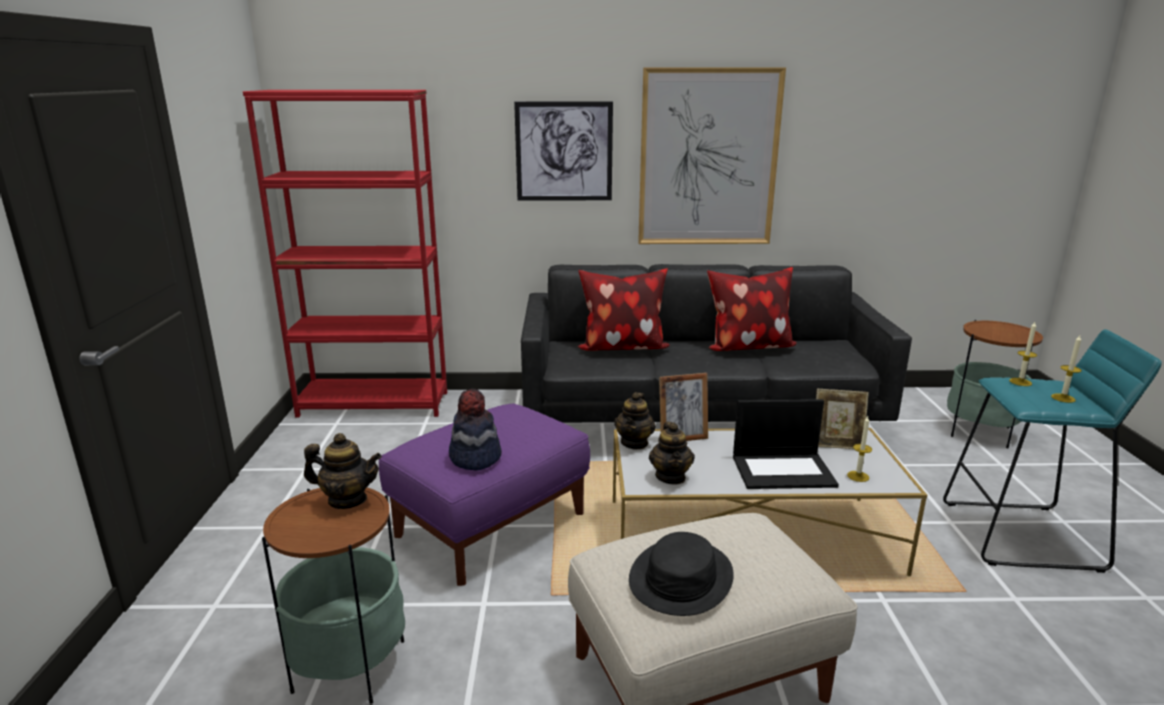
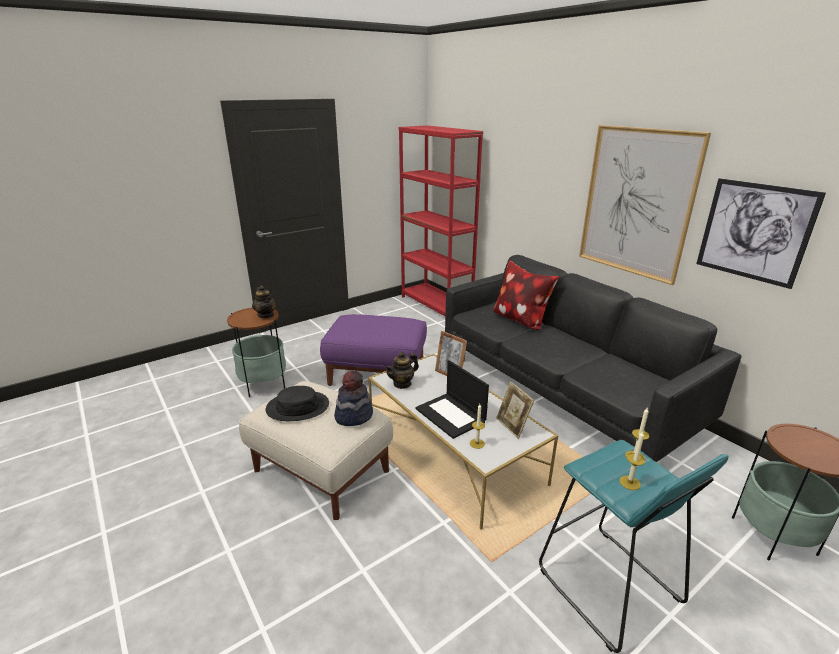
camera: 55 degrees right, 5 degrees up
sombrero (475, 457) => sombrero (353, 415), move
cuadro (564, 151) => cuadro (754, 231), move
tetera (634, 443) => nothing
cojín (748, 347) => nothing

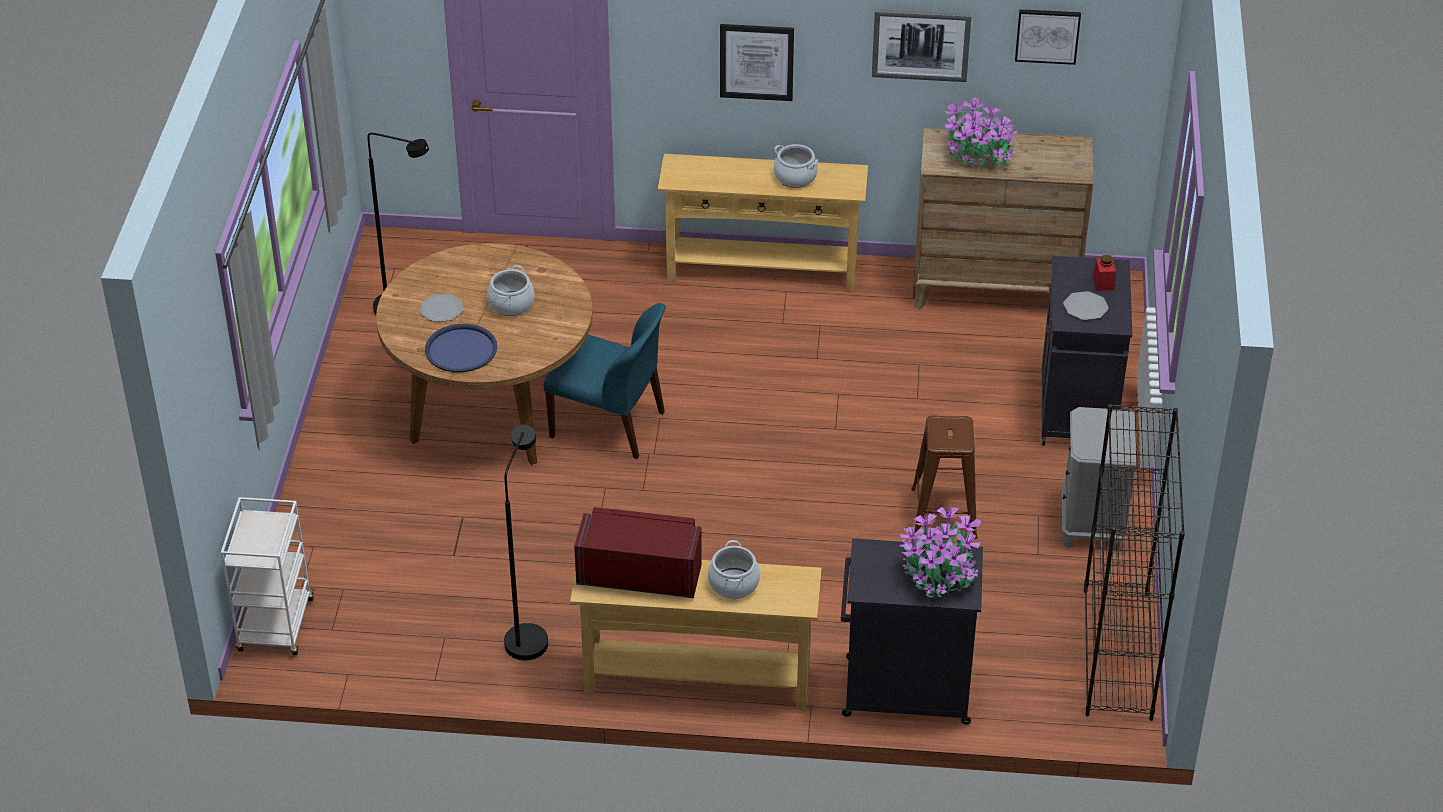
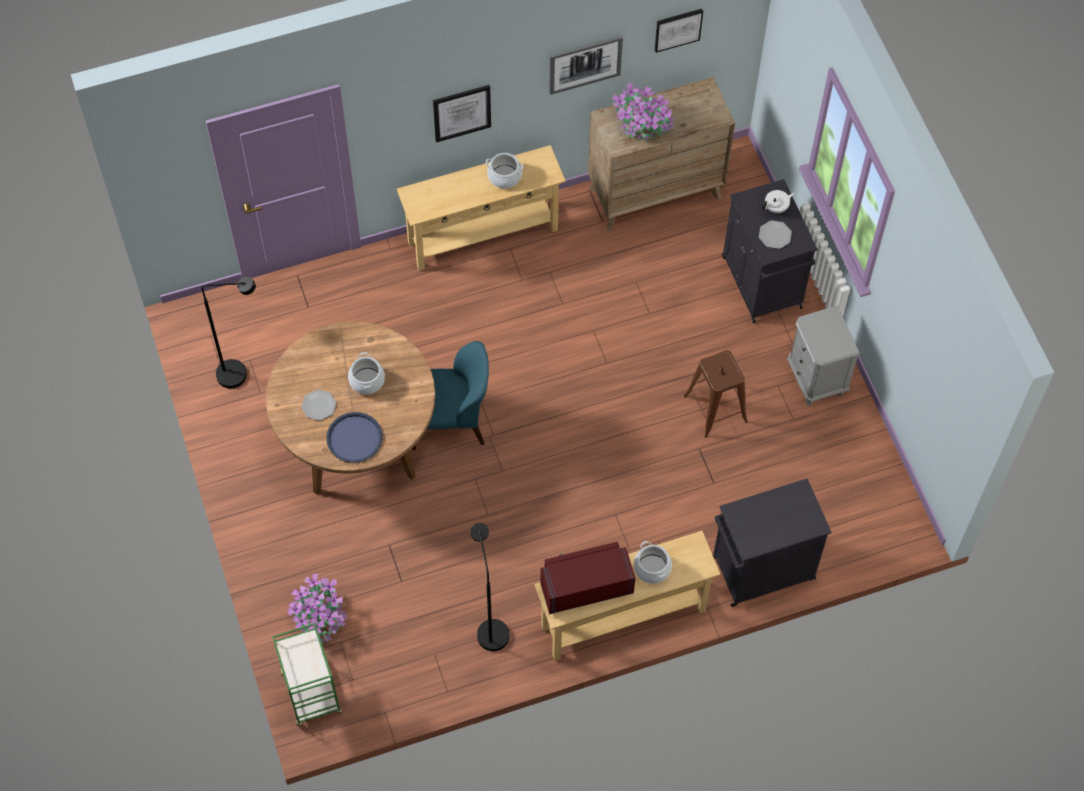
camera: 25 degrees left, 20 degrees up
carrito/blanco (276, 626) => carrito/verde (312, 693)
planta en maceta (939, 573) => planta en maceta (319, 617), move
estantería/negro (1118, 654) => nothing
tarro/rojo (1103, 283) => tetera/blanco (776, 207)

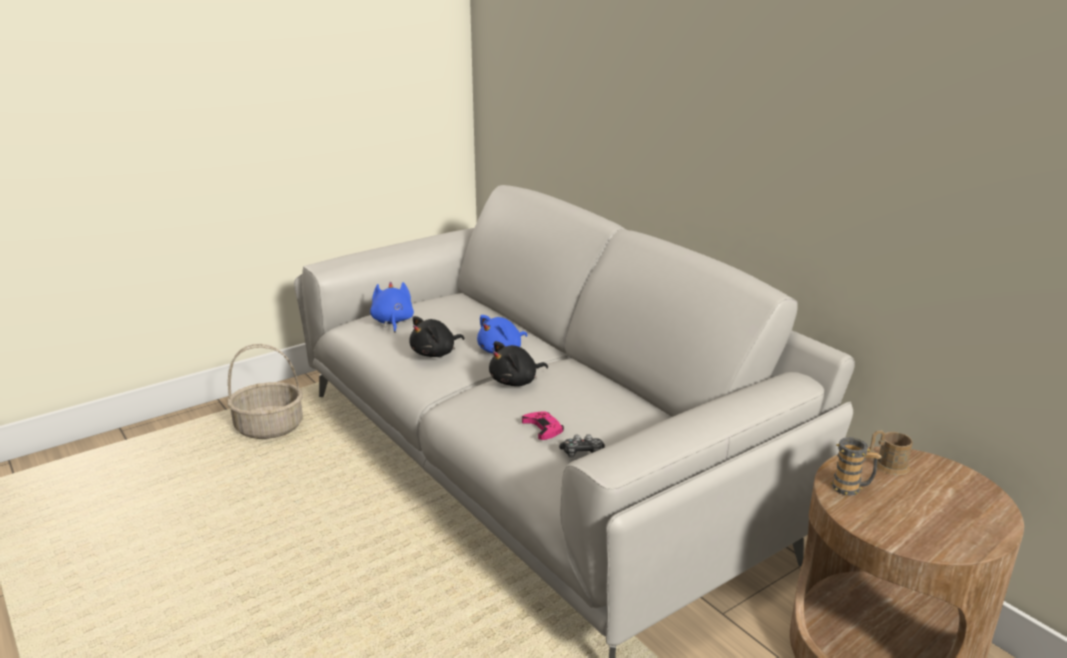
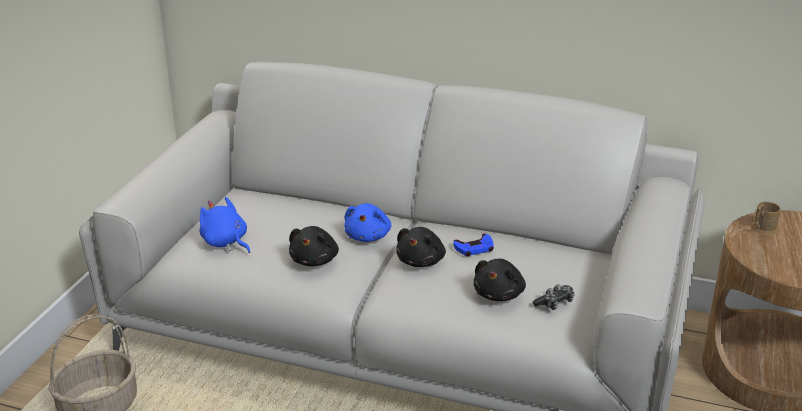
camera: 35 degrees left, 5 degrees up
mando de consola/rosa (543, 428) => peluche/negro (499, 294)
taza grande (851, 488) => nothing
nothing => mando de consola/azul (474, 248)

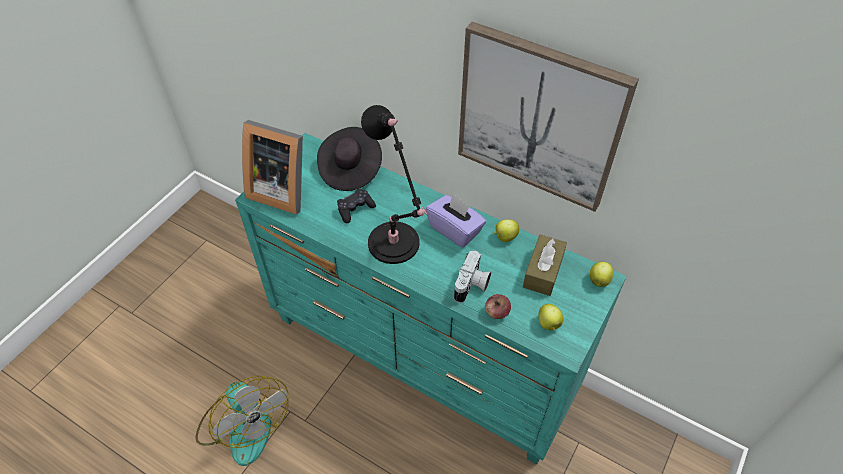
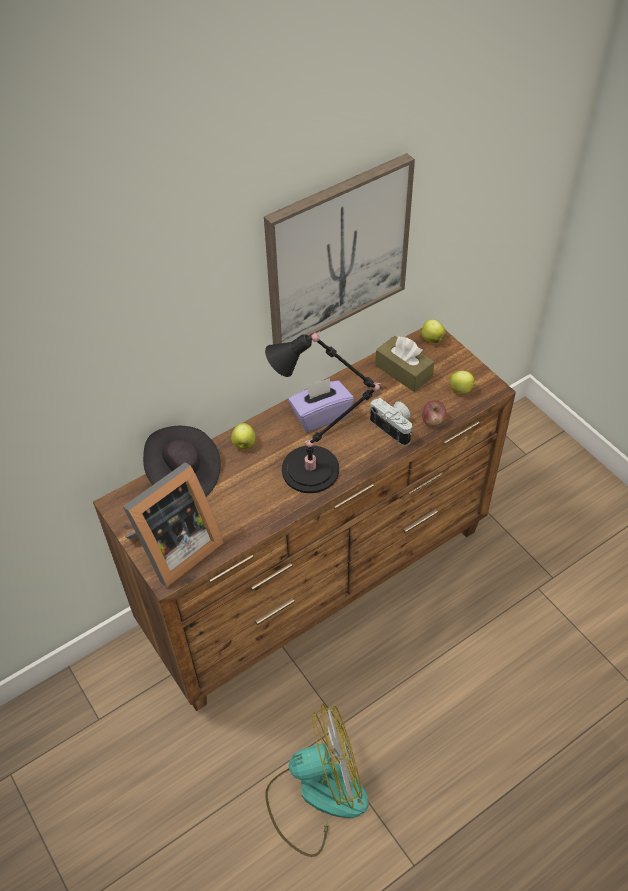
camera: 65 degrees left, 0 degrees up
cómoda/turquesa (422, 356) => cómoda/marrón (318, 582)
mando de consola/negro (355, 209) => nothing
manzana (505, 237) => manzana (244, 444), move

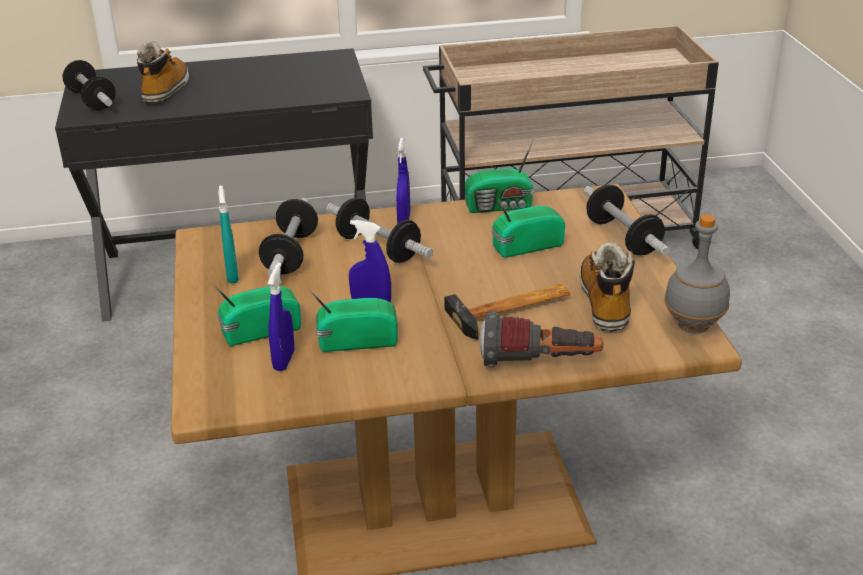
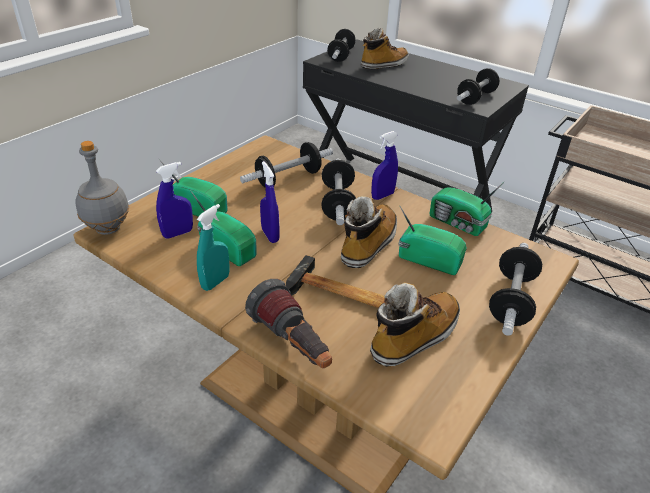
camera: 45 degrees right, 5 degrees up
pulverizador/turquesa (232, 275) => pulverizador/turquesa (215, 282), move
botella/gris (694, 327) => botella/gris (108, 229), move
nothing => bota (368, 244)
nothing => mancuerna (476, 98)

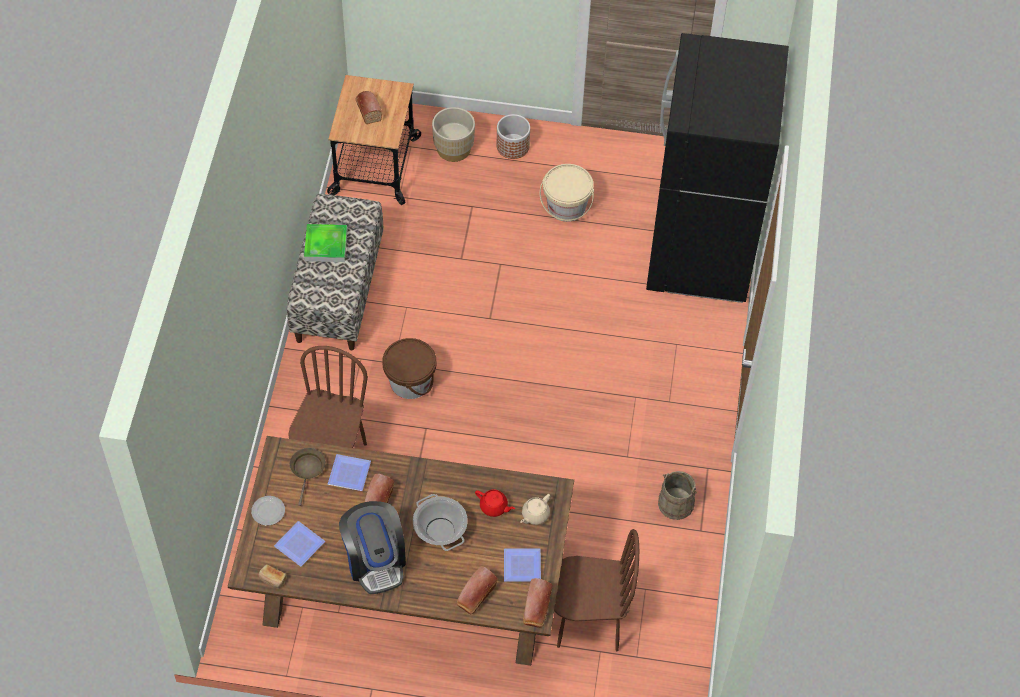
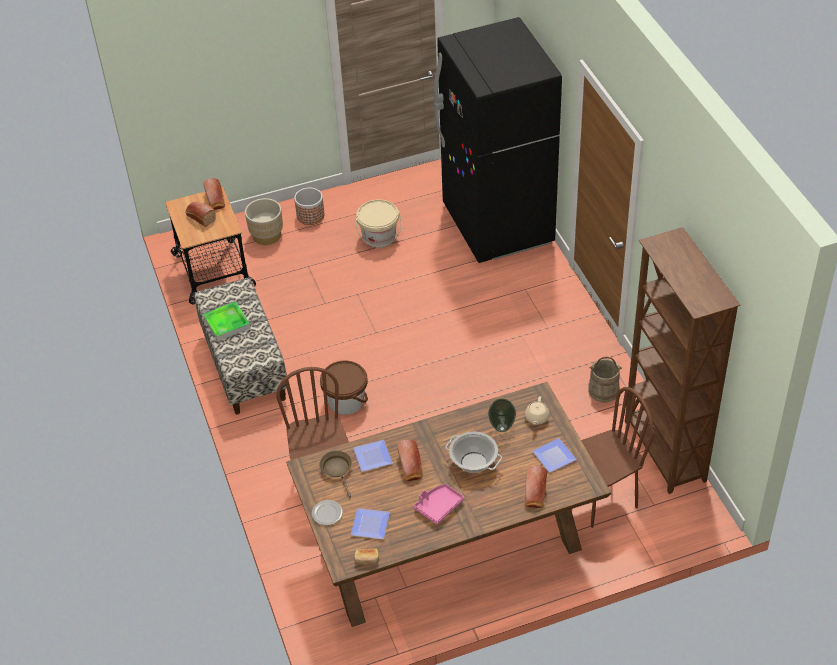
camera: 25 degrees left, 10 degrees down
cafetera (375, 560) => bandeja/rosa (438, 506)
tetera/rojo (494, 507) => florero (502, 427)
pan (536, 609) => pan (215, 200), move
nothing => estantería/marrón (664, 452)

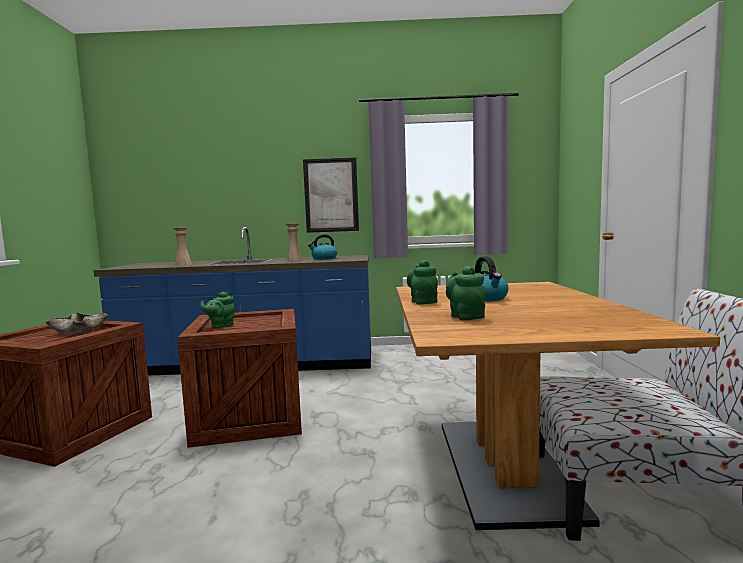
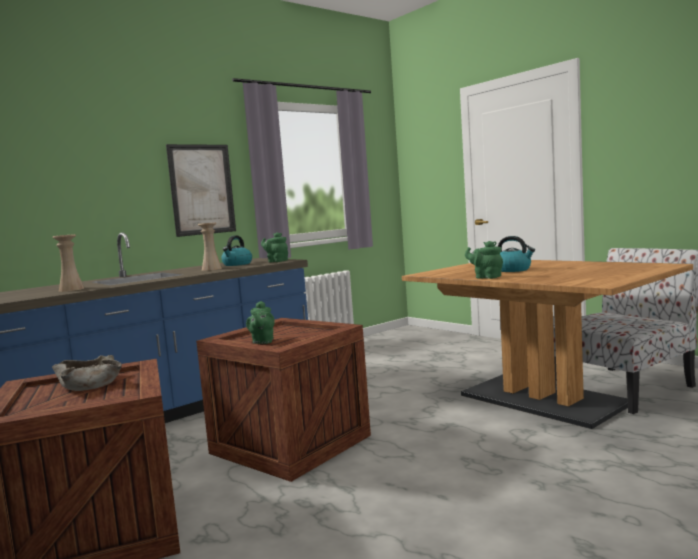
camera: 40 degrees left, 0 degrees up
tetera/verde (465, 316) => tetera/verde (276, 261), move

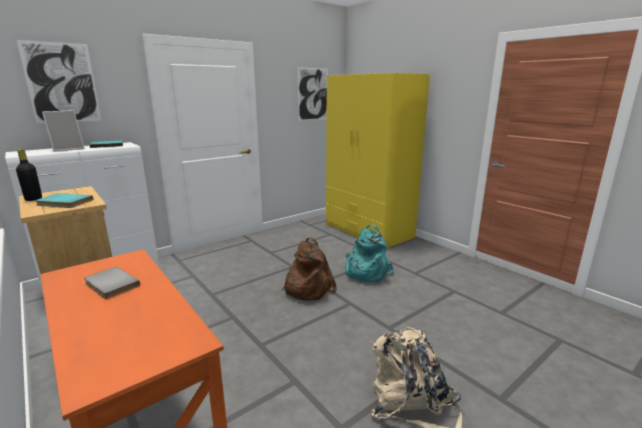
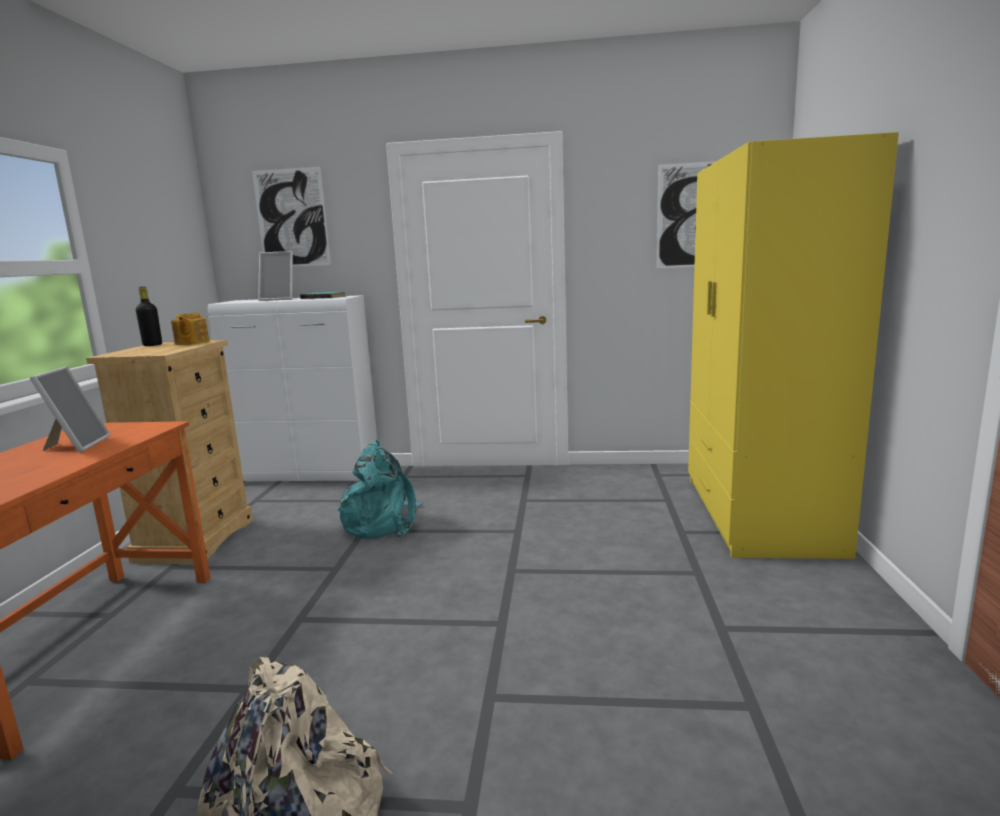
camera: 45 degrees right, 5 degrees down
libro/turquesa (63, 203) => nothing
libro/gris (110, 285) => portarretratos (76, 445)
mochila/marrón (307, 288) => nothing
mochila/turquesa (365, 272) => mochila/turquesa (382, 522), move
nothing => tetera (191, 343)

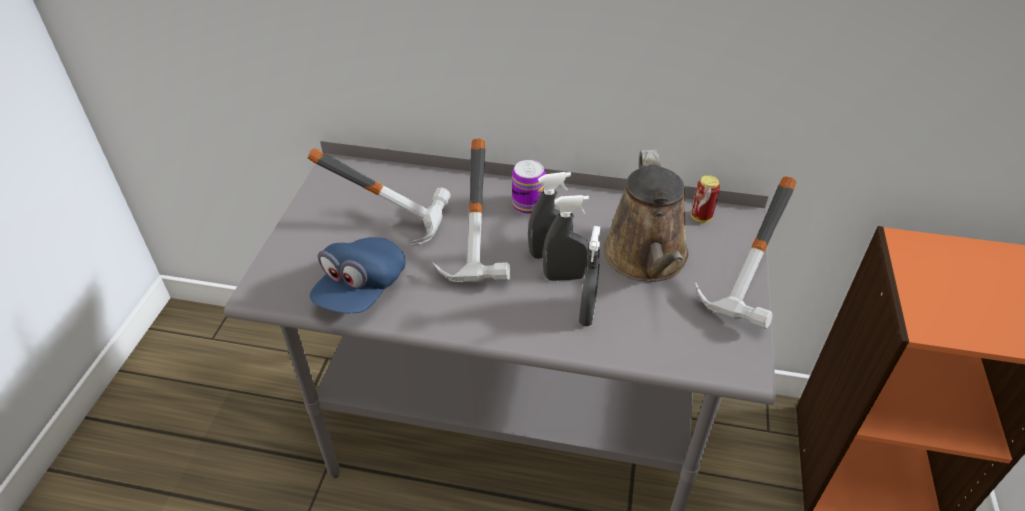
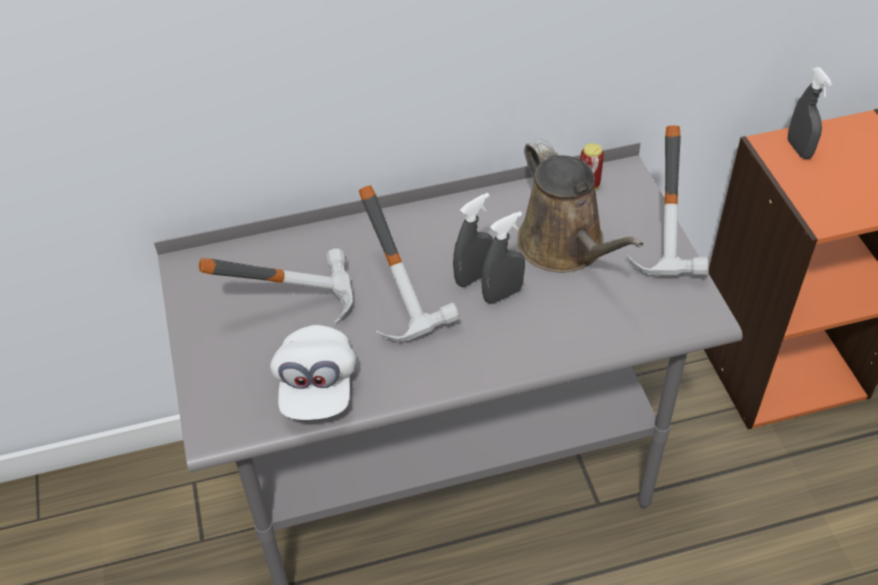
camera: 25 degrees left, 5 degrees up
gorra/azul (361, 290) => gorra/blanco (317, 387)
lata (528, 205) => nothing
pulverizador/gris (587, 312) => pulverizador/gris (799, 149), move

